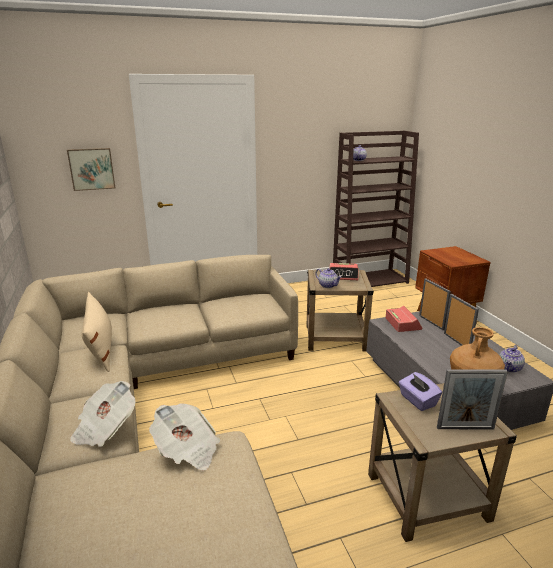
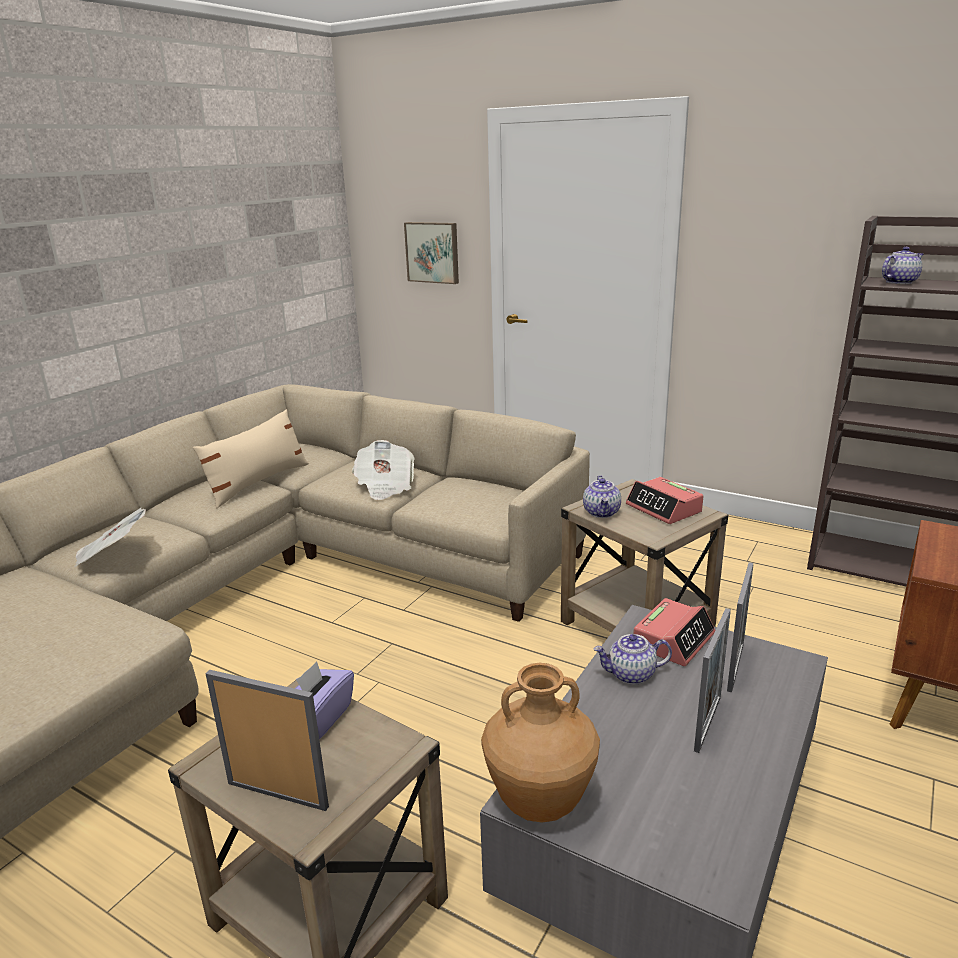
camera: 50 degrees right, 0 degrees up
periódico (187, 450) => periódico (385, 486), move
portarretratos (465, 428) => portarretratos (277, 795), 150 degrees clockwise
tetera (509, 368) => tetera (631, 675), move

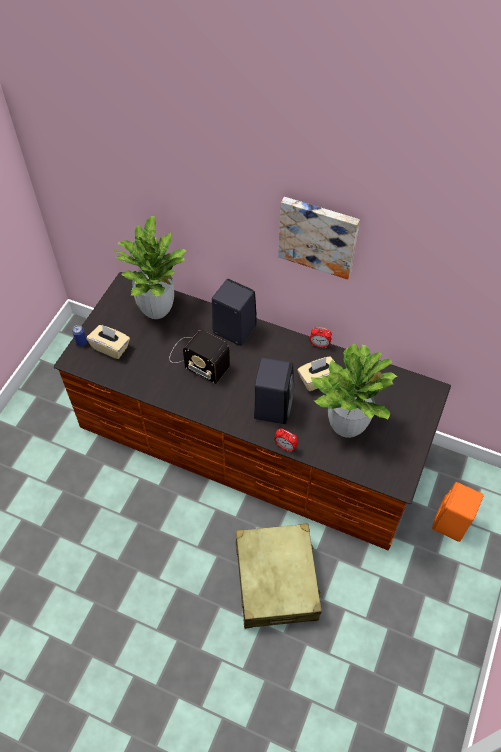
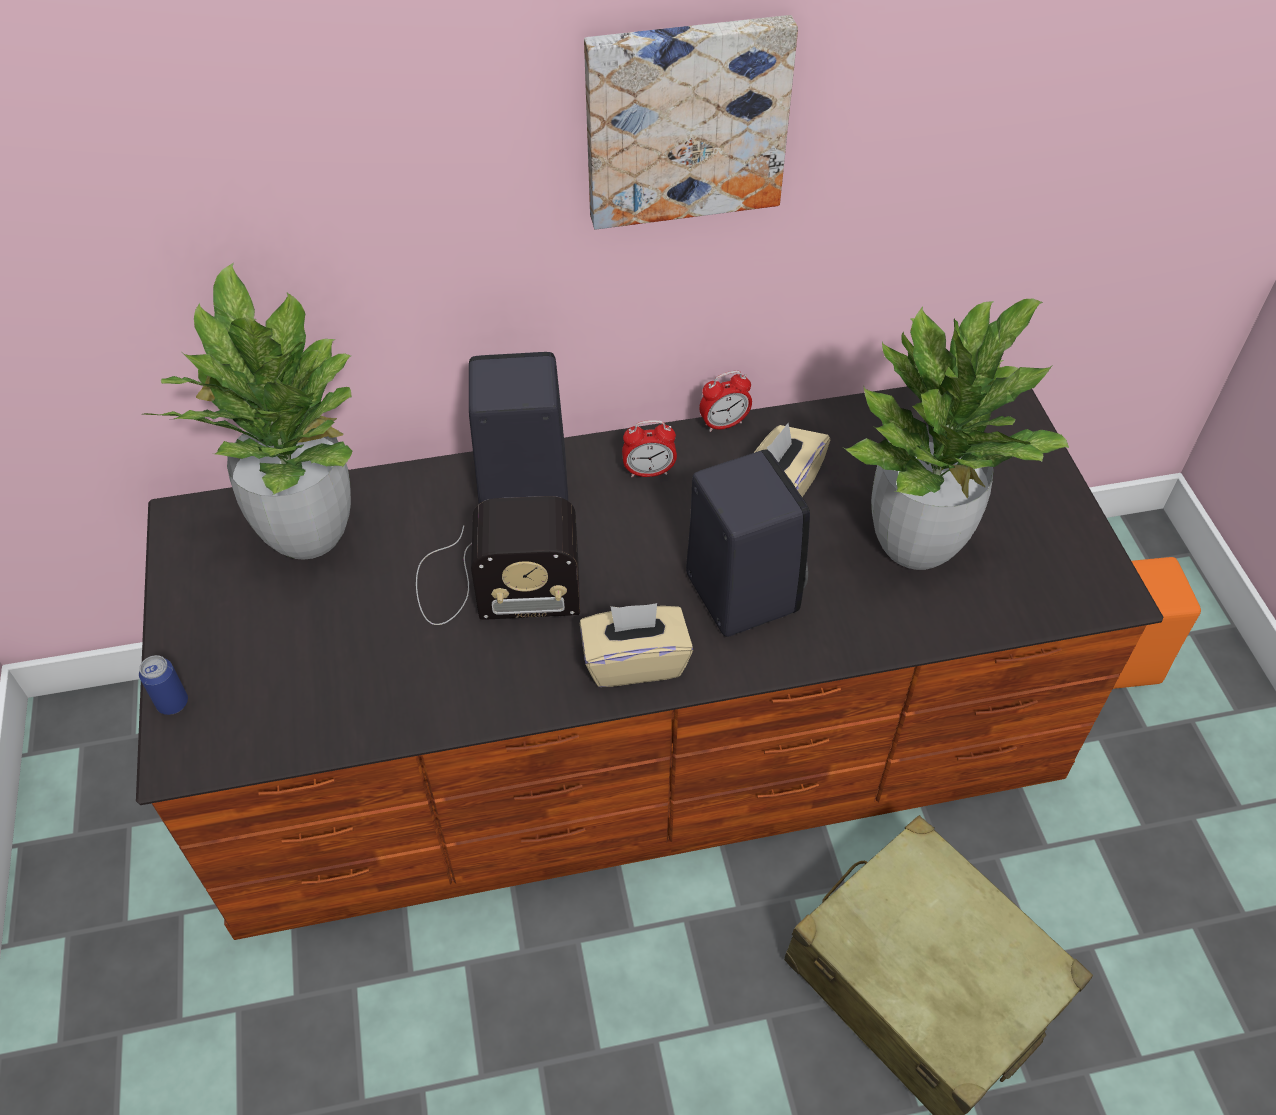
camera: 35 degrees left, 5 degrees down
caja de pañuelos/beis (111, 347) => caja de pañuelos/beis (635, 661), move
despertador (285, 446) => despertador (649, 472), move

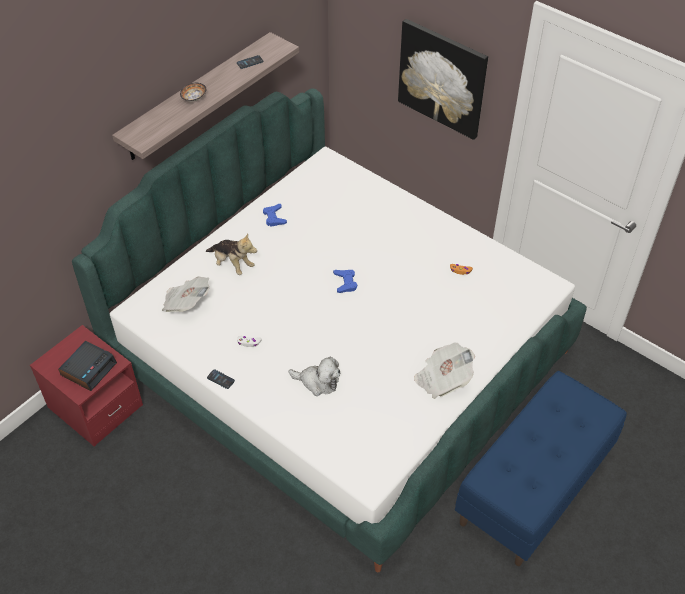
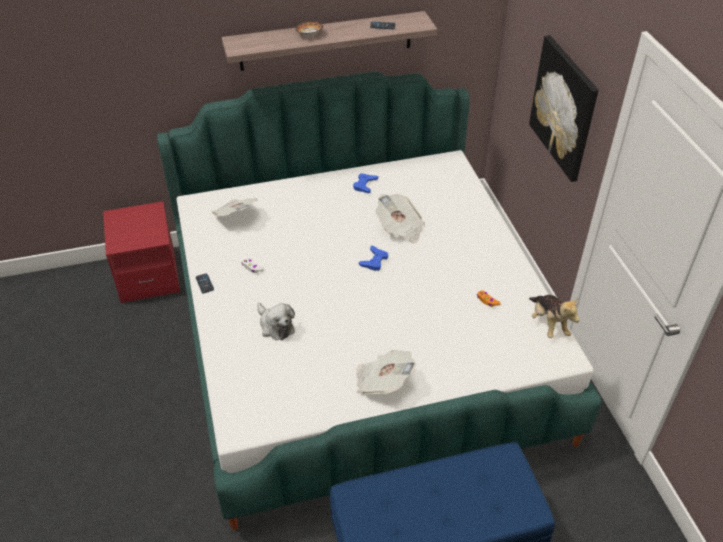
camera: 35 degrees right, 5 degrees down
despertador (89, 369) => nothing
peluche (232, 264) => peluche (548, 324), move
nothing => periódico (400, 228)

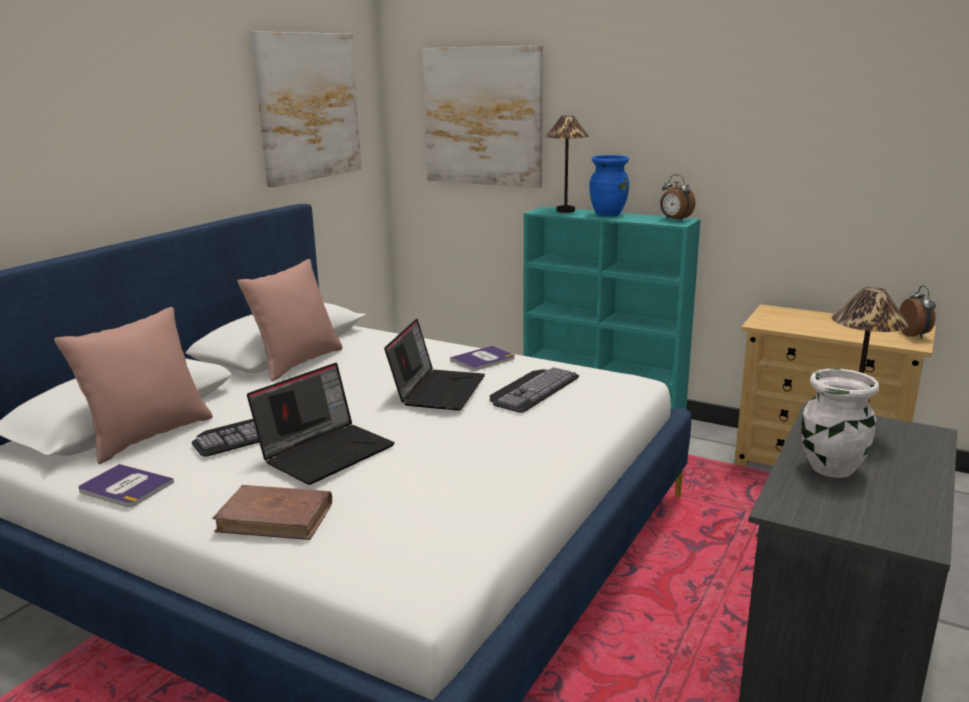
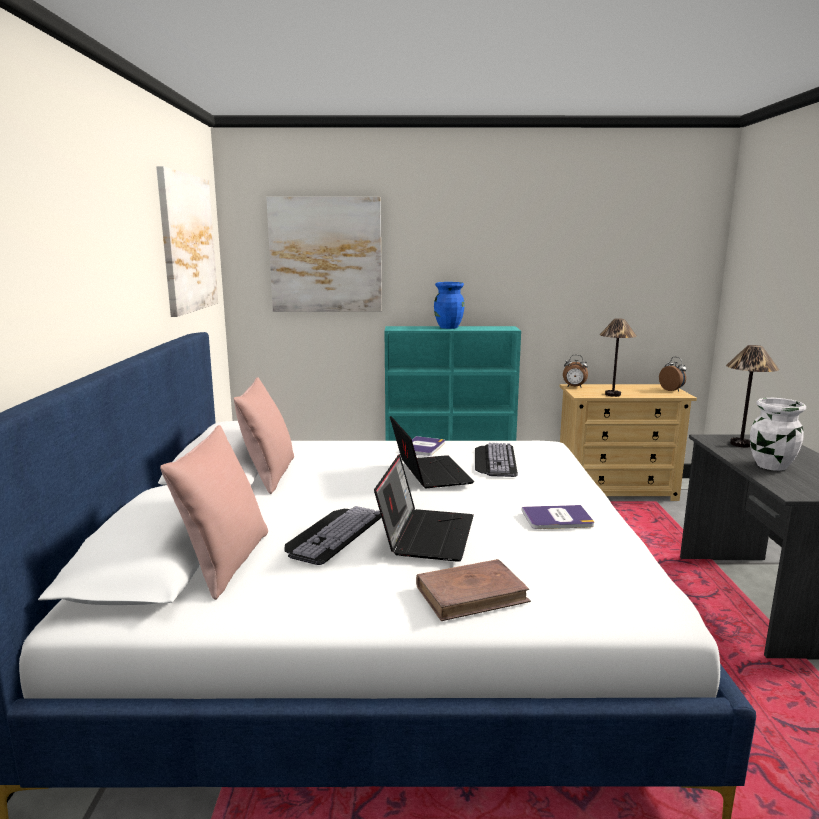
camera: 30 degrees left, 5 degrees down
libro (125, 487) => libro (557, 518), move
lámpara de mesa (565, 210) => lámpara de mesa (613, 394), move
despertador (674, 220) => despertador (574, 387), move

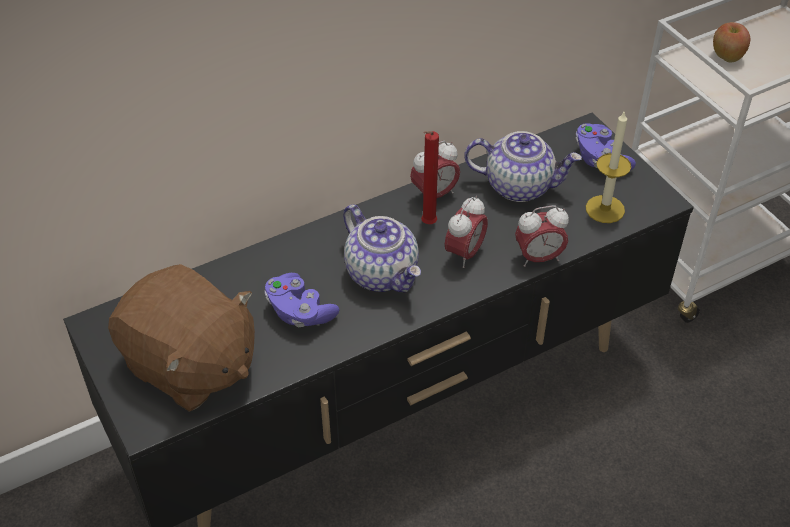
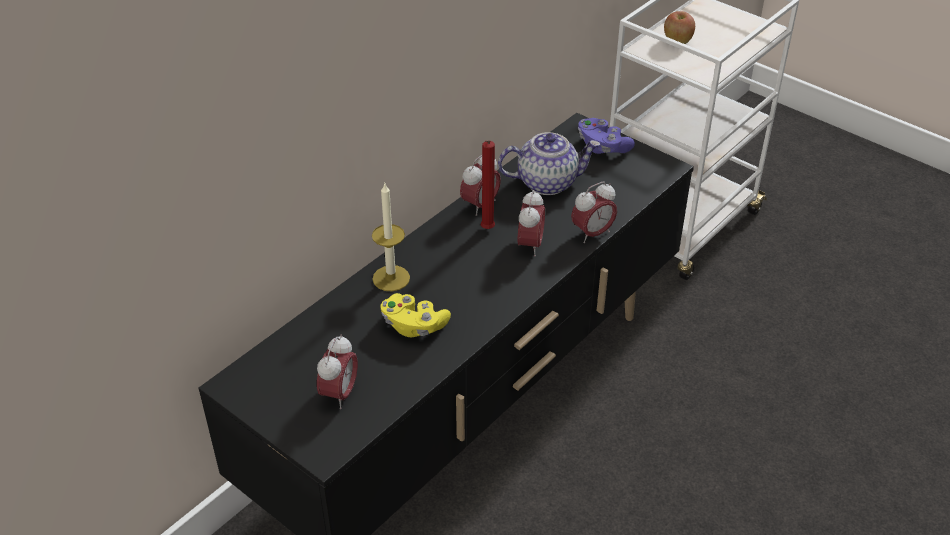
camera: 20 degrees left, 5 degrees down
peluche/marrón (190, 365) => despertador (339, 394)
mando de consola/morado (299, 312) => mando de consola/amarillo (414, 326)
tetera (383, 273) => nothing
vela (605, 209) => vela (391, 278), move

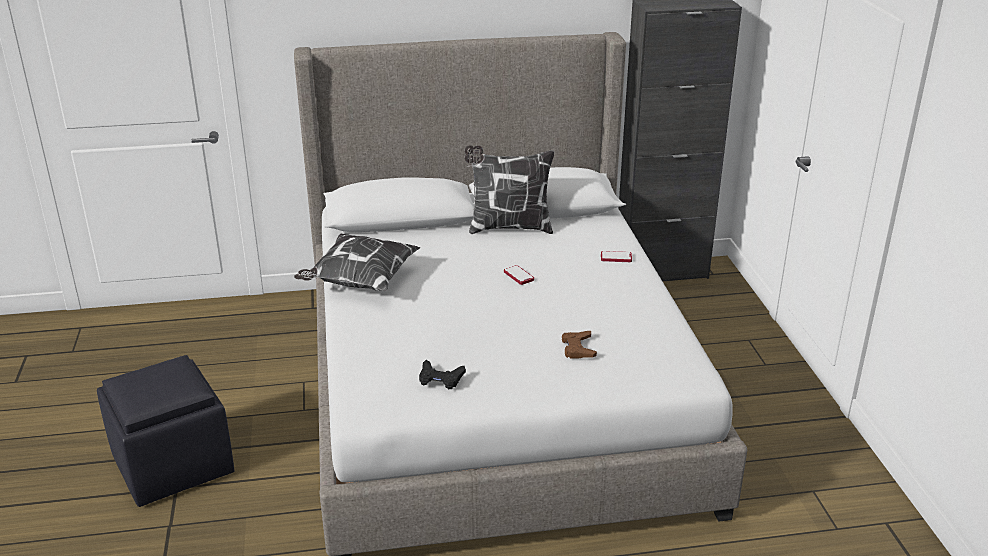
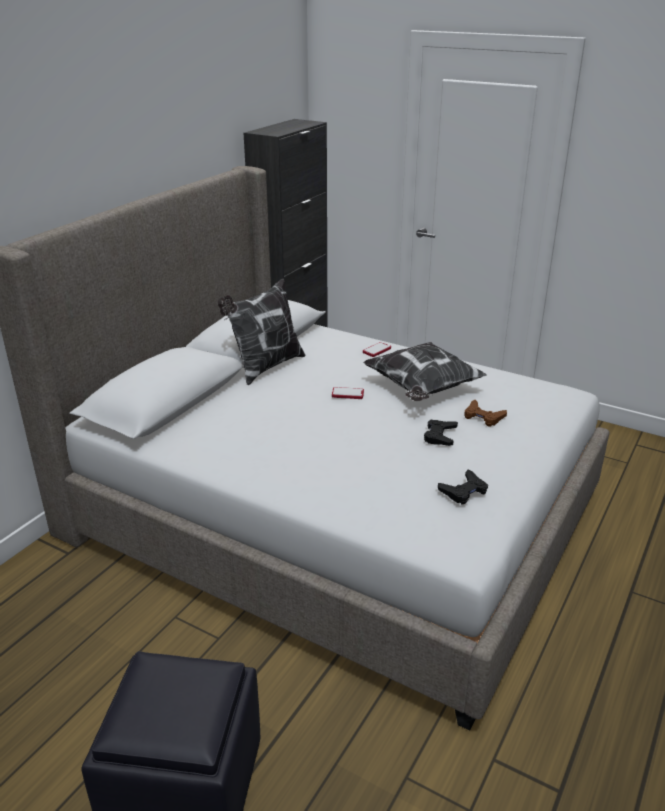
camera: 50 degrees left, 0 degrees up
cojín (359, 282) => cojín (422, 389), move
nothing => mando de consola/negro (440, 436)

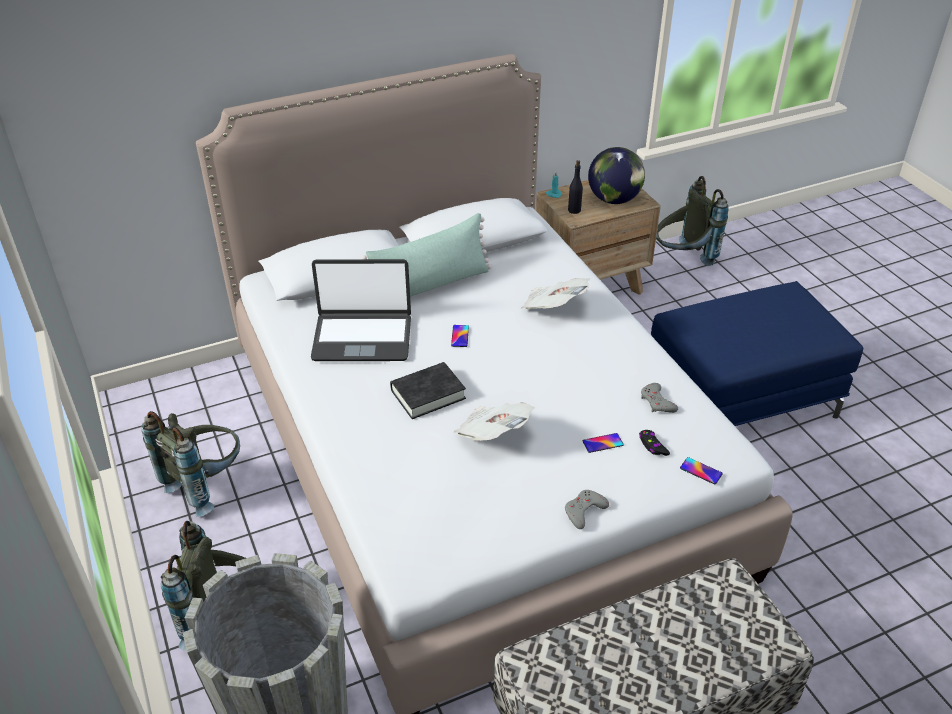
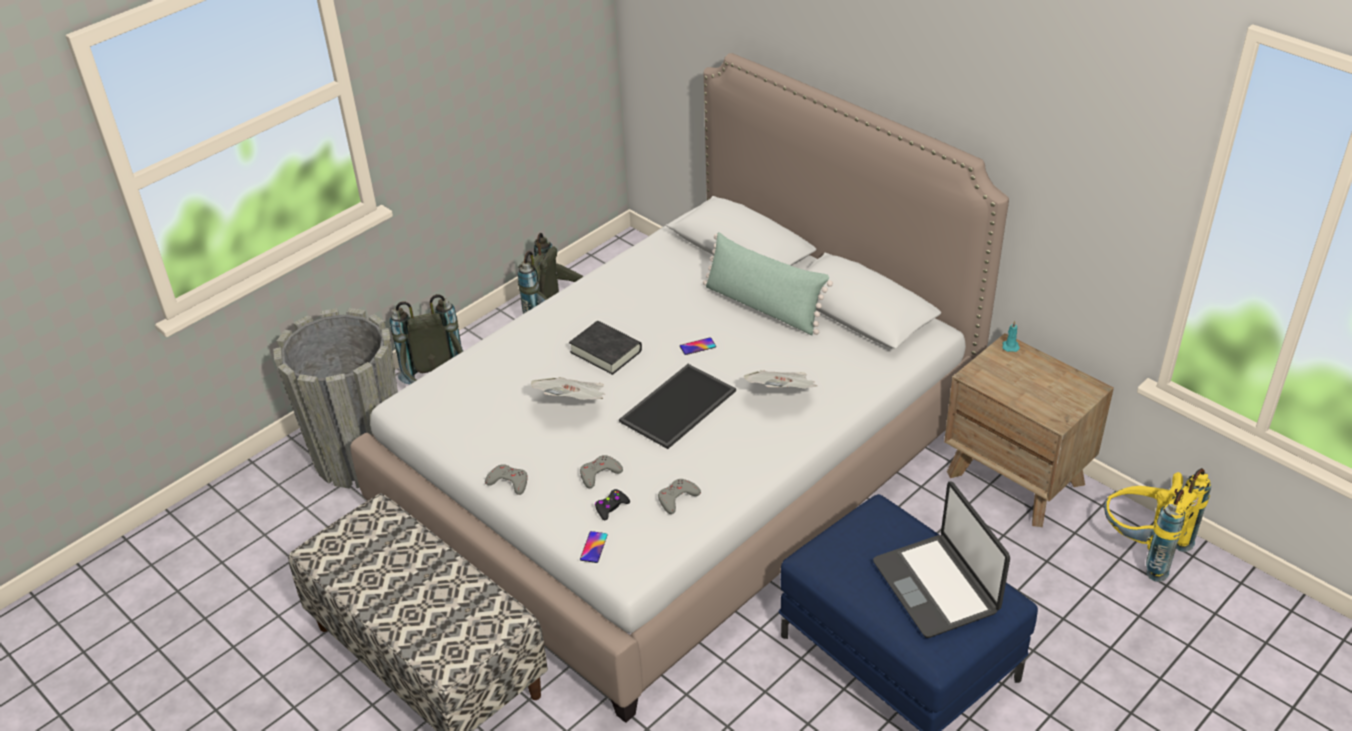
camera: 70 degrees right, 0 degrees up
portátil (362, 338) => portátil (937, 586), move
botella/negro (574, 210) => nothing
móvil (602, 443) => mando de consola/gris (599, 474)
globo terráqueo (614, 200) => nothing
mochila/gris (682, 259) => mochila/amarillo (1142, 549)
nothing => bandeja (678, 407)

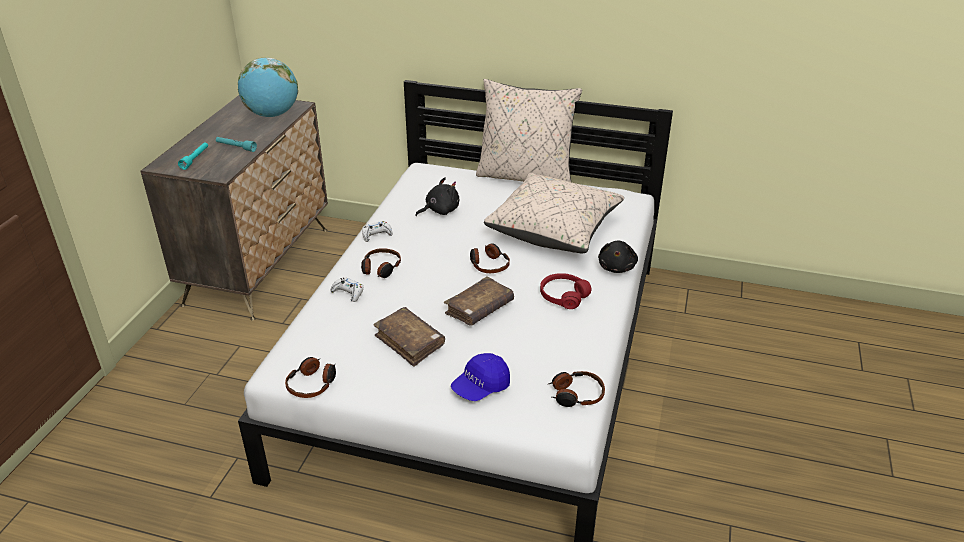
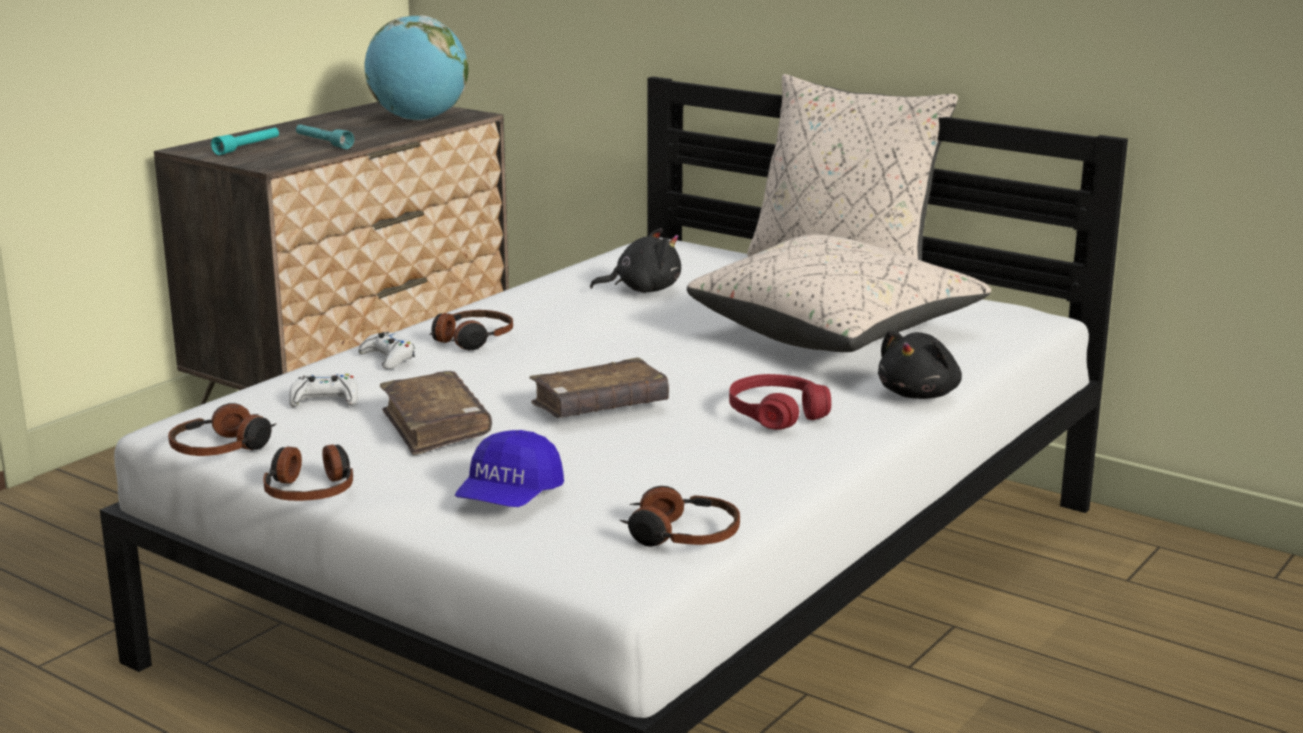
camera: 20 degrees right, 15 degrees down
mando de consola/blanco (376, 234) => mando de consola/blanco (325, 400), move
gorra/azul (481, 387) => gorra/azul (509, 498), 45 degrees counterclockwise
auriculares (488, 265) => auriculares (310, 490), move

